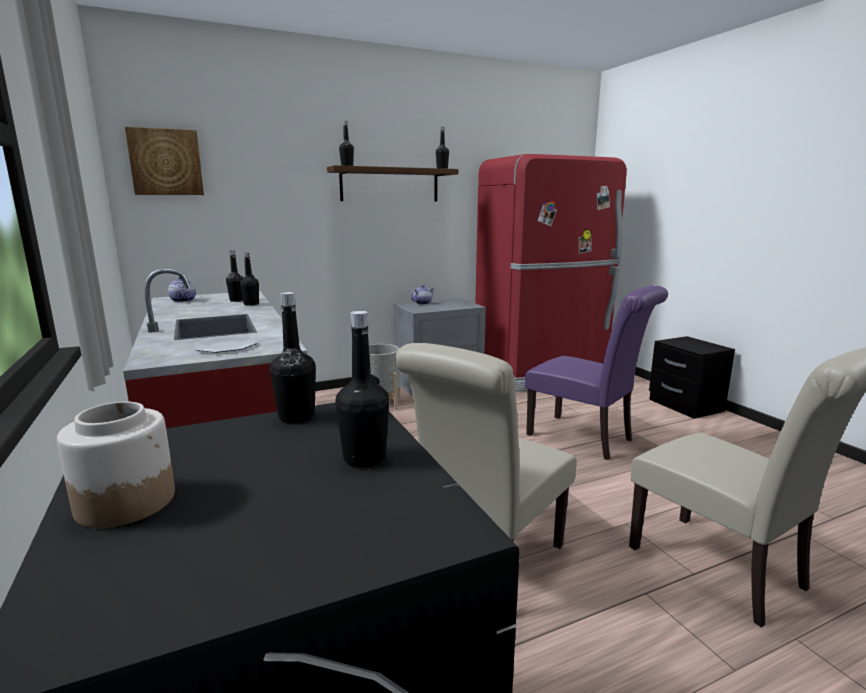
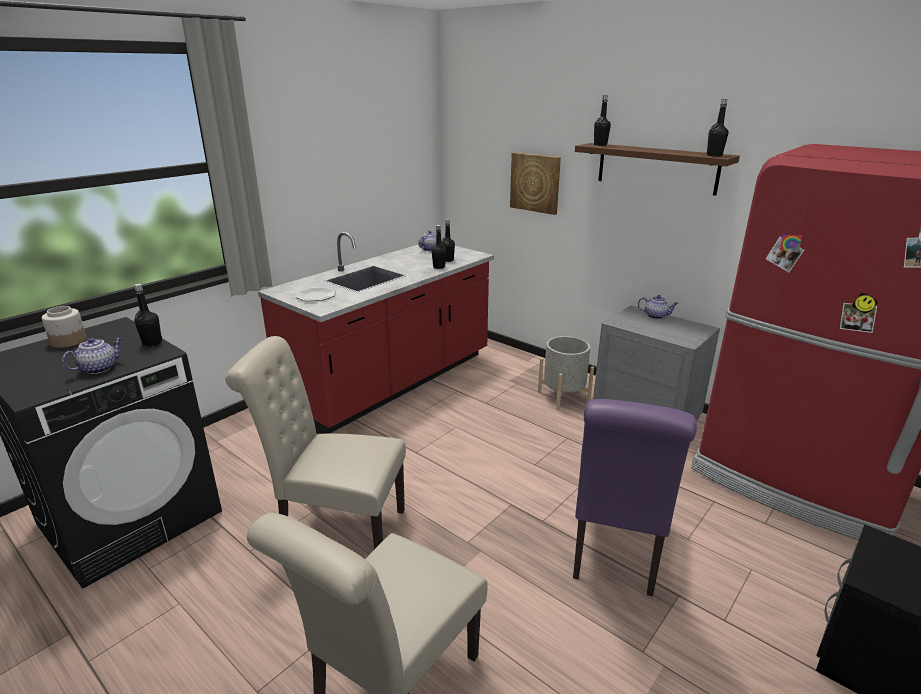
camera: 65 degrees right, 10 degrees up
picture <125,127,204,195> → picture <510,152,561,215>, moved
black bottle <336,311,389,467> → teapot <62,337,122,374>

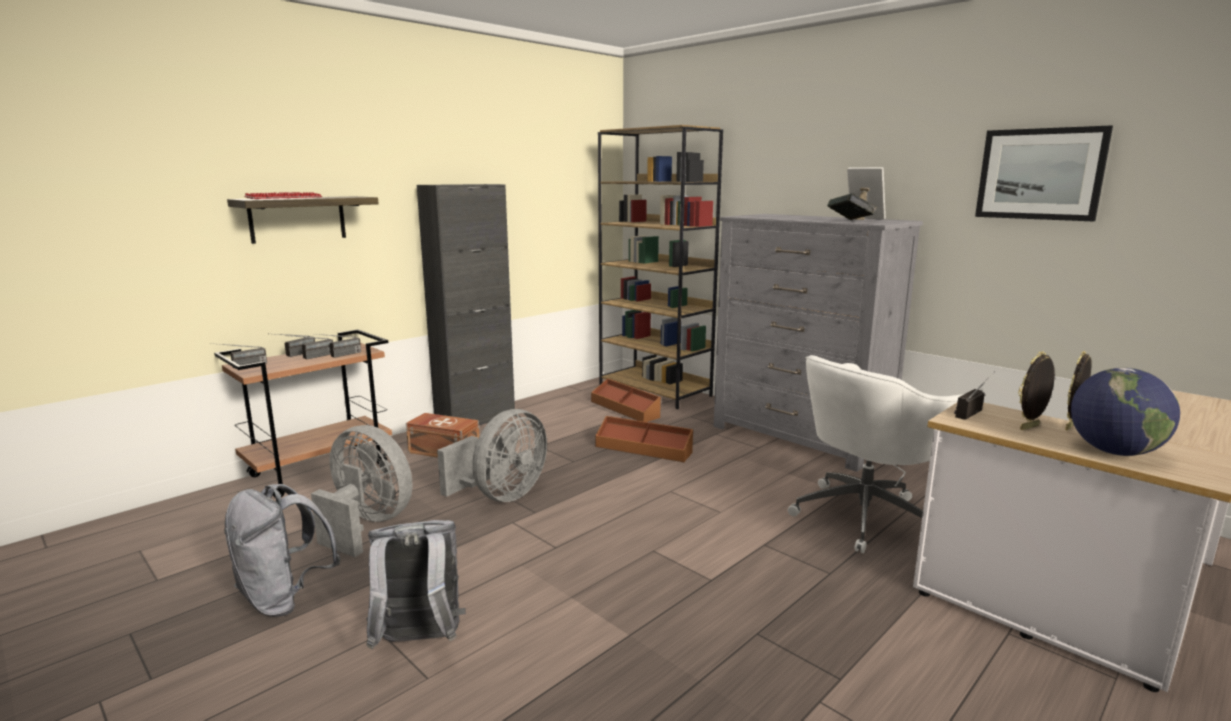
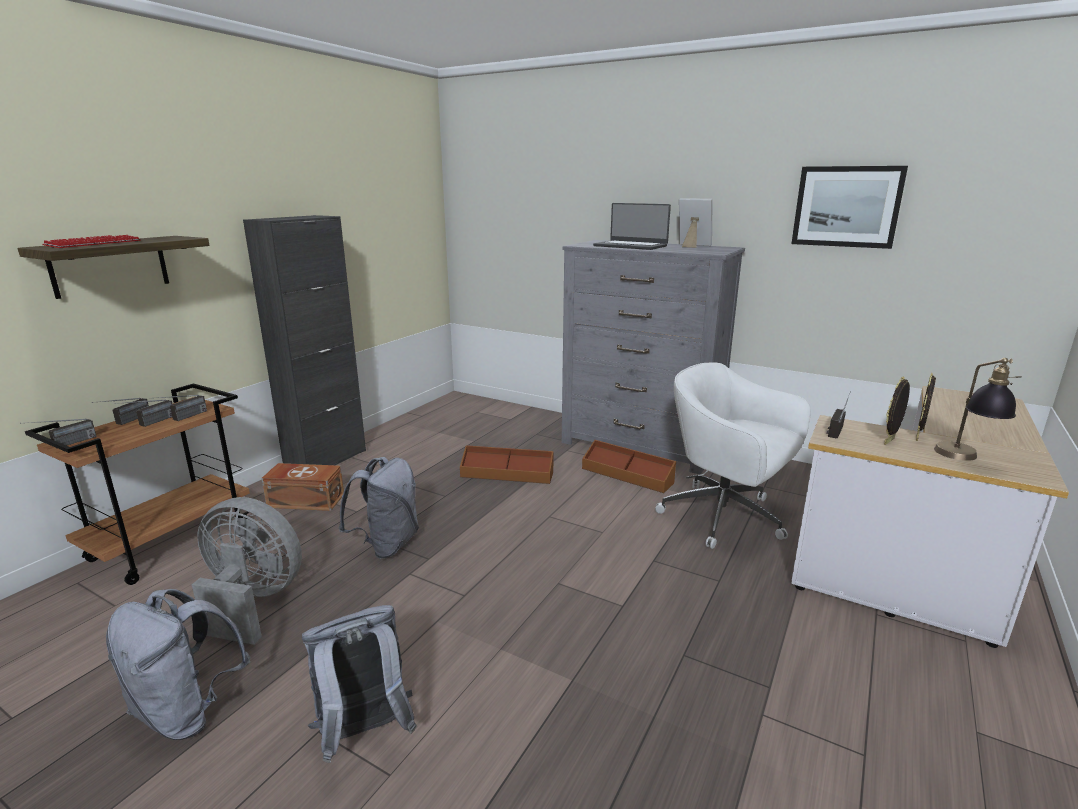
camera: 15 degrees left, 5 degrees up
brown bookcase <598,125,723,409> → -
book <827,193,877,220> → -
white office chair <788,355,964,553> → white office chair <655,362,811,549>, 90 degrees clockwise
globe <1071,368,1180,456> → table lamp <934,358,1022,461>
brown storage box <591,378,661,422> → brown storage box <582,440,676,493>, moved
grey fan <437,409,547,502> → grey backpack <339,457,419,559>
- → laptop <593,203,671,250>

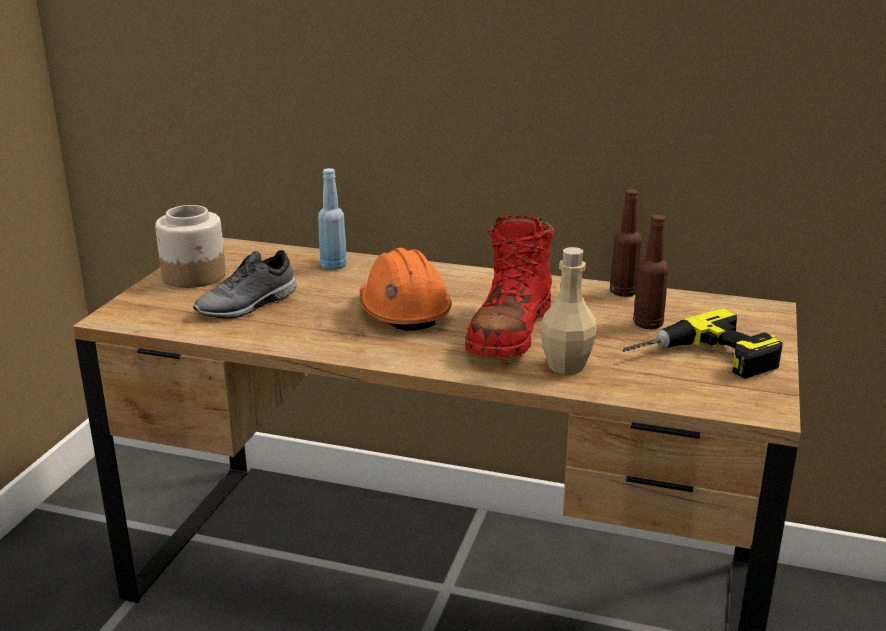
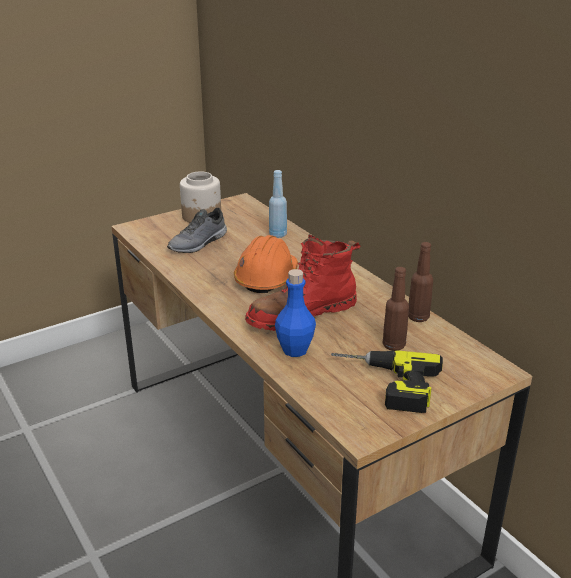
camera: 40 degrees right, 5 degrees up
beige bottle <540,247,597,375> → blue bottle <275,269,316,357>
grey shoe <193,250,297,318> → grey shoe <167,208,227,253>, 45 degrees counterclockwise

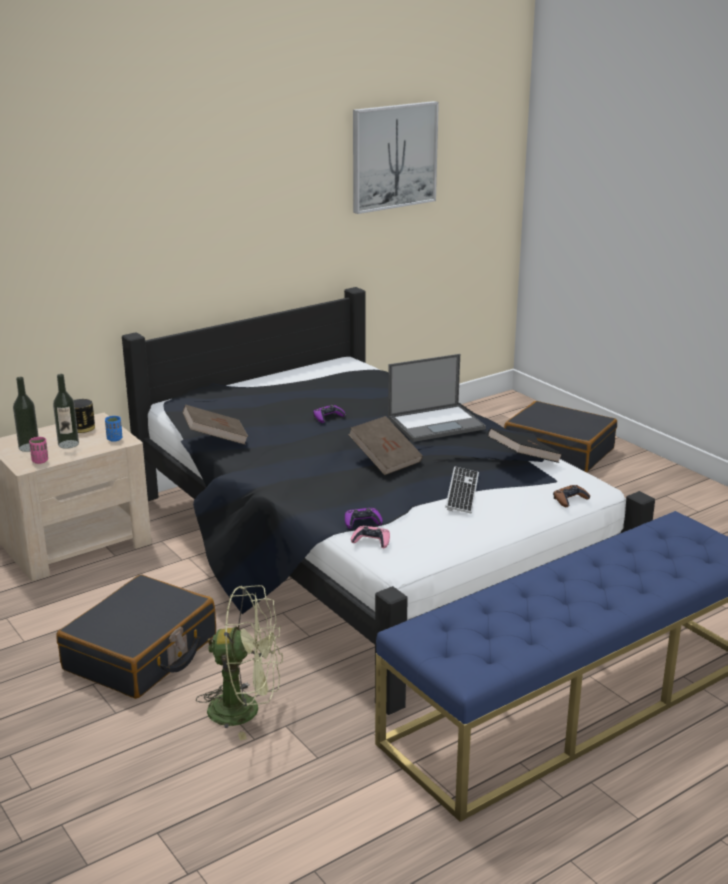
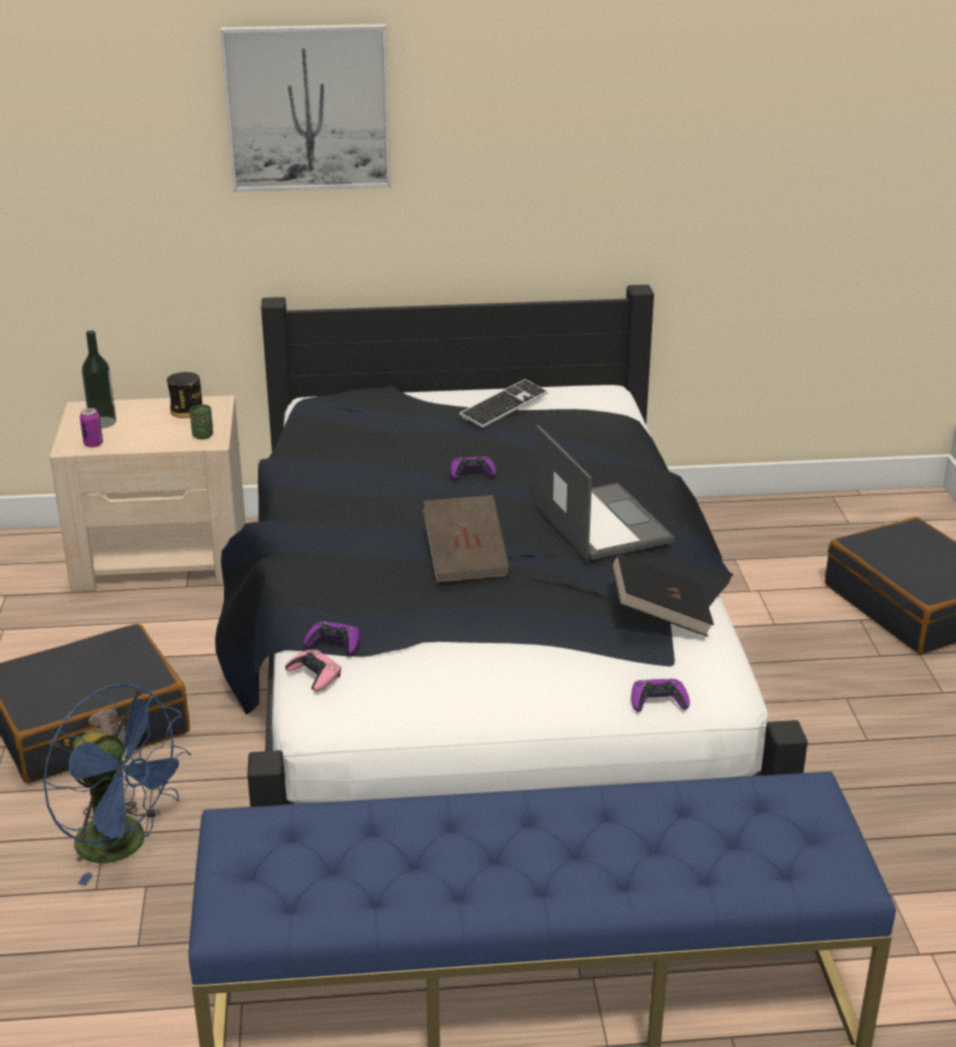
camera: 30 degrees right, 5 degrees up
picture <353,101,439,214> → picture <220,24,391,192>, moved
laptop <388,354,486,442> → laptop <535,425,674,561>, 120 degrees counterclockwise
bottle <53,374,79,449> → -
brown book <182,405,249,445> → -
blue cup <105,416,122,442> → green cup <190,404,213,439>
pink cup <29,437,48,464> → can <80,408,103,447>
keyboard <445,466,479,513> → keyboard <459,379,548,428>, moved
brown game controller <553,485,590,507> → purple game controller <631,679,690,712>
green fan <196,585,283,740> → blue fan <43,683,191,885>

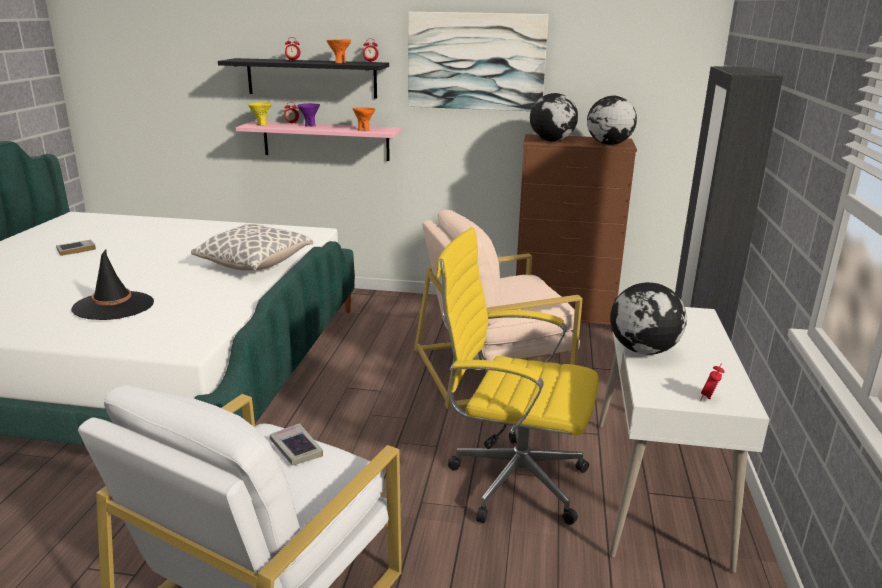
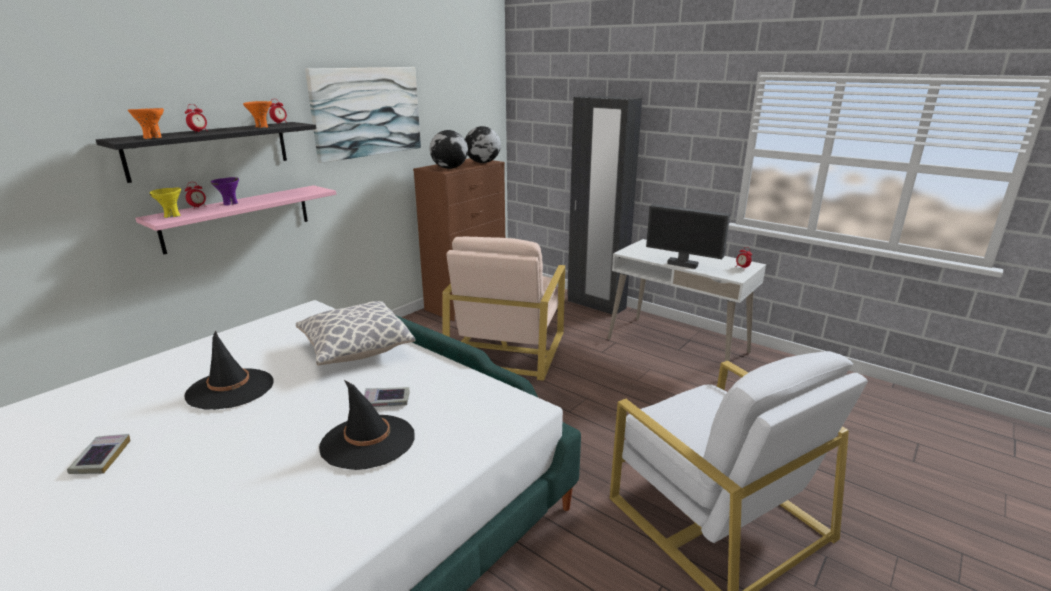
camera: 60 degrees left, 0 degrees up
orange bowl <352,108,375,131> → orange bowl <128,108,164,139>, moved
yellow office chair <436,227,599,525> → -
globe <610,282,687,354> → monitor <646,204,730,269>
book <270,423,323,465> → book <364,387,410,407>, moved
- → black hat <185,330,274,410>

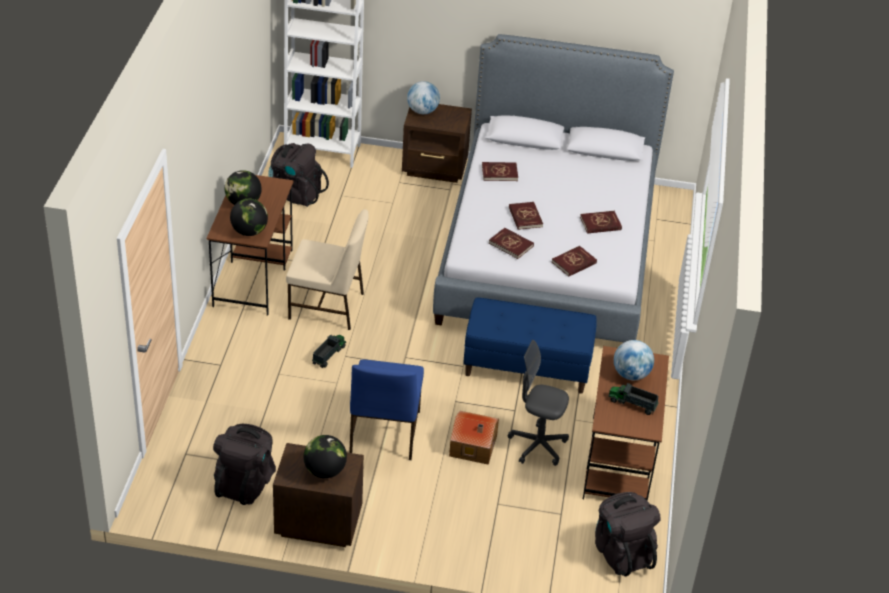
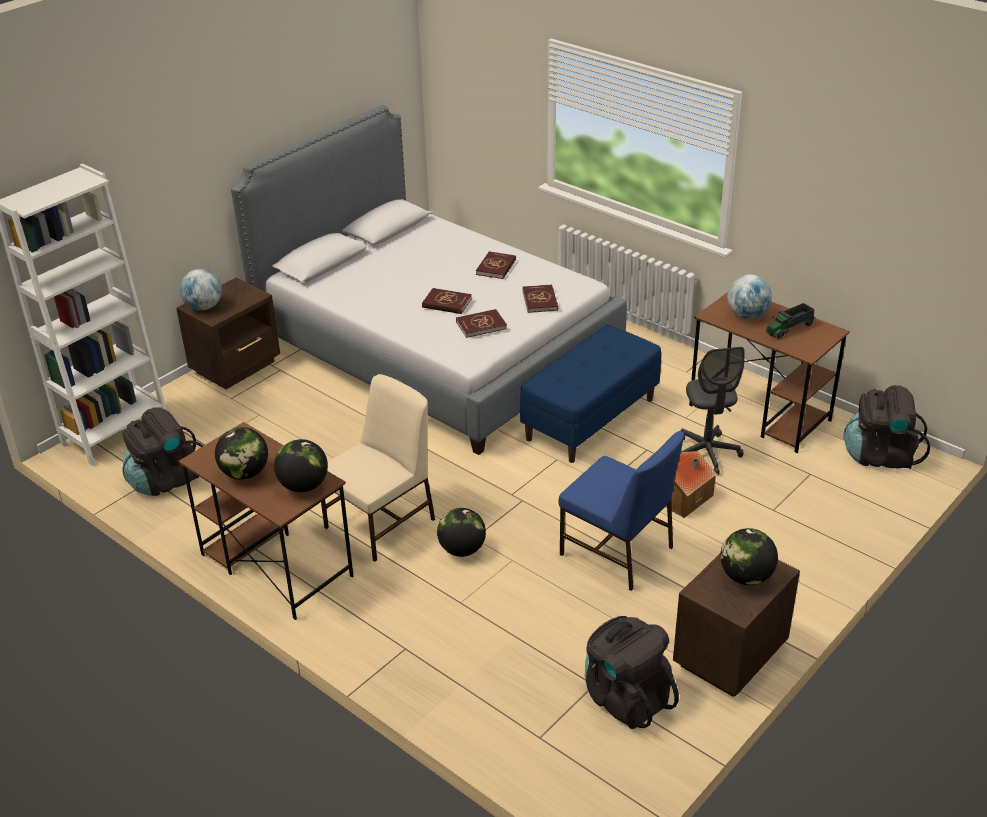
camera: 55 degrees left, 5 degrees down
red book <482,162,518,181> → -
toy truck <312,334,346,368> → globe <437,508,486,557>
grey office chair <508,340,569,466> → grey office chair <681,347,745,475>, 60 degrees counterclockwise

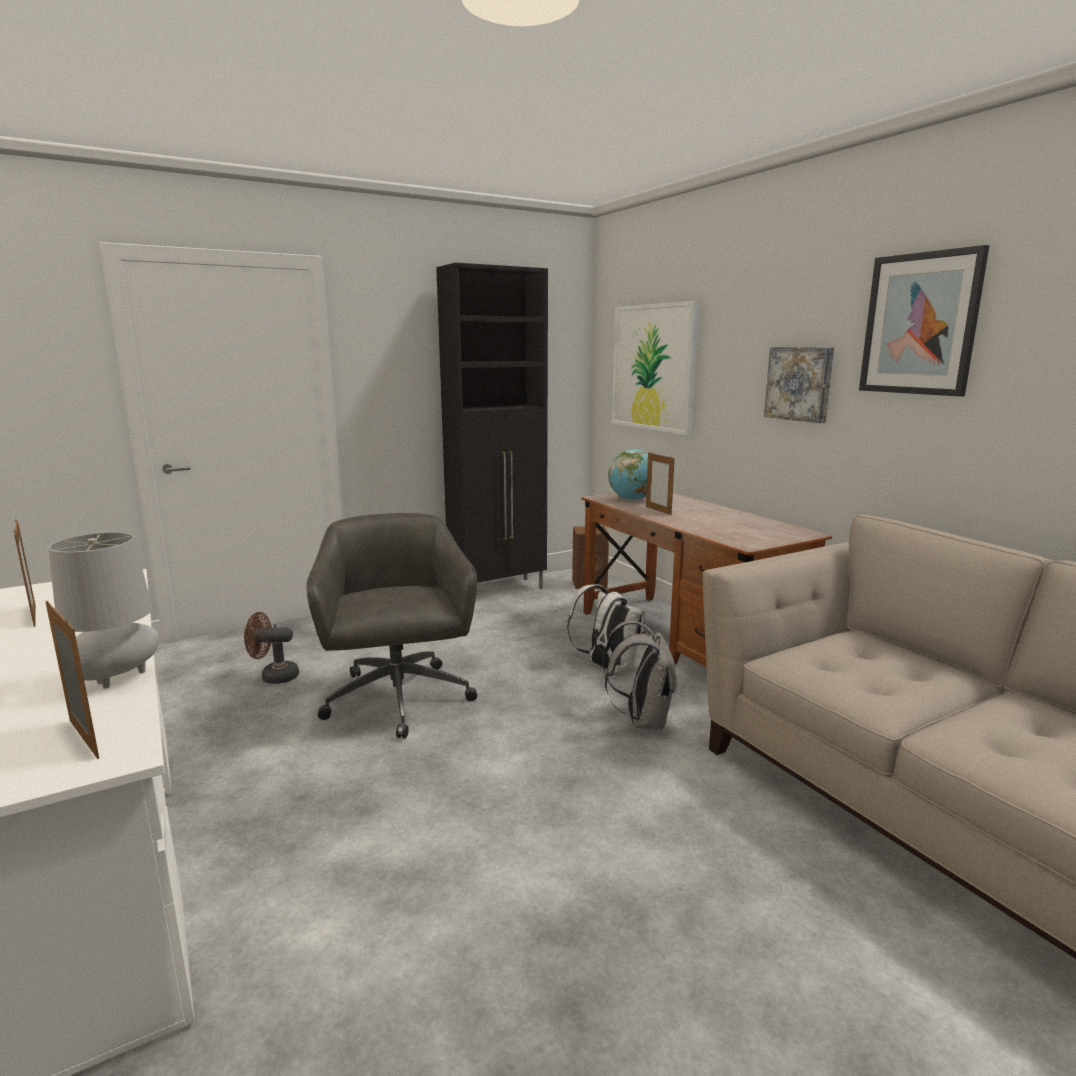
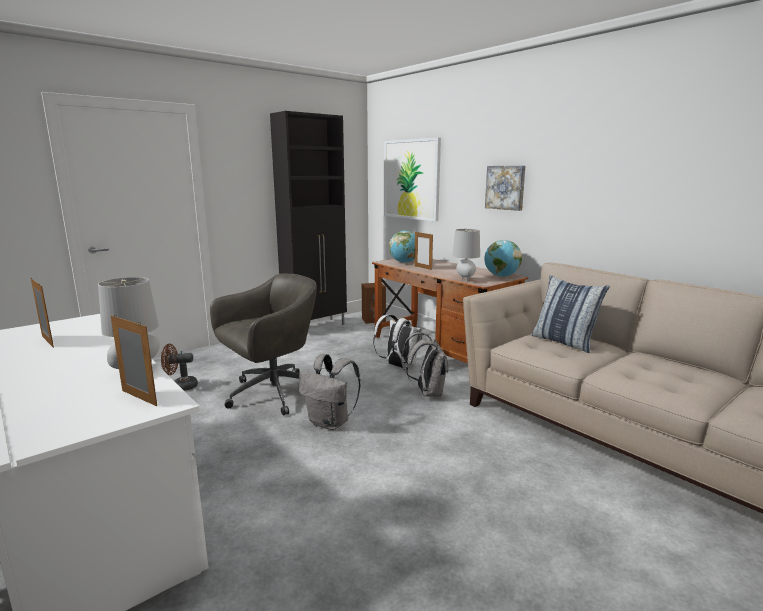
camera: 10 degrees left, 0 degrees up
picture <859,245,989,397> → -
grey office chair <306,513,477,739> → grey office chair <210,274,317,416>, 75 degrees clockwise
- → grey table lamp <452,229,480,282>
- → globe <484,240,522,277>
- → pillow <532,275,610,353>
- → grey backpack <299,354,360,430>

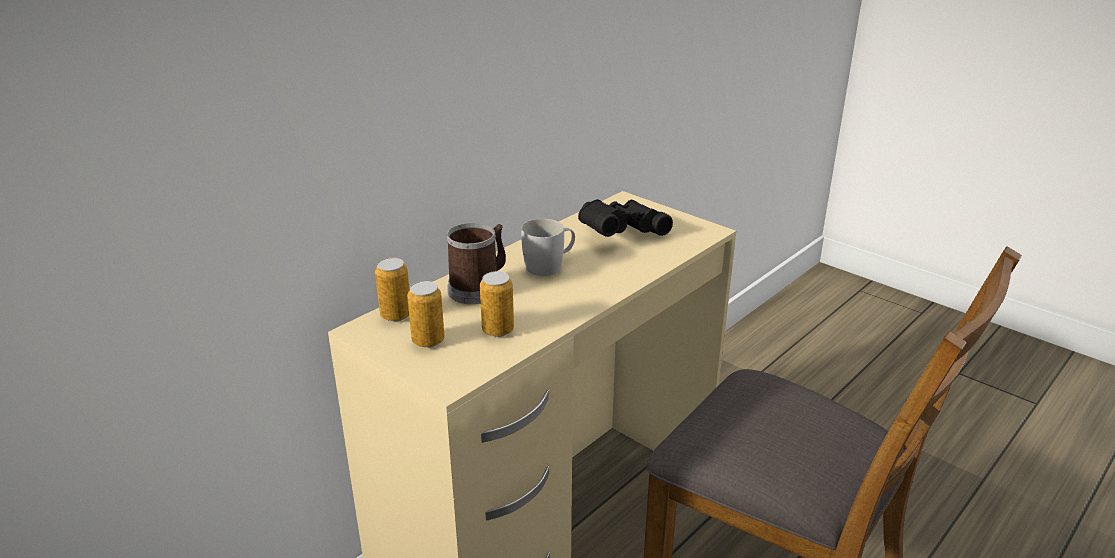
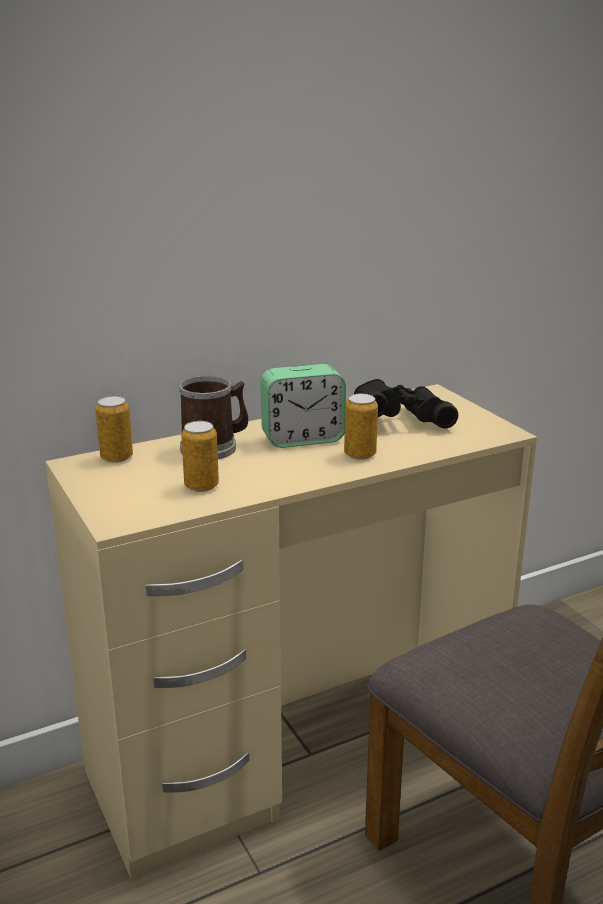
camera: 20 degrees right, 5 degrees down
white mug <521,219,575,276> → alarm clock <260,364,346,448>
can <407,281,445,348> → can <344,394,378,460>, moved

